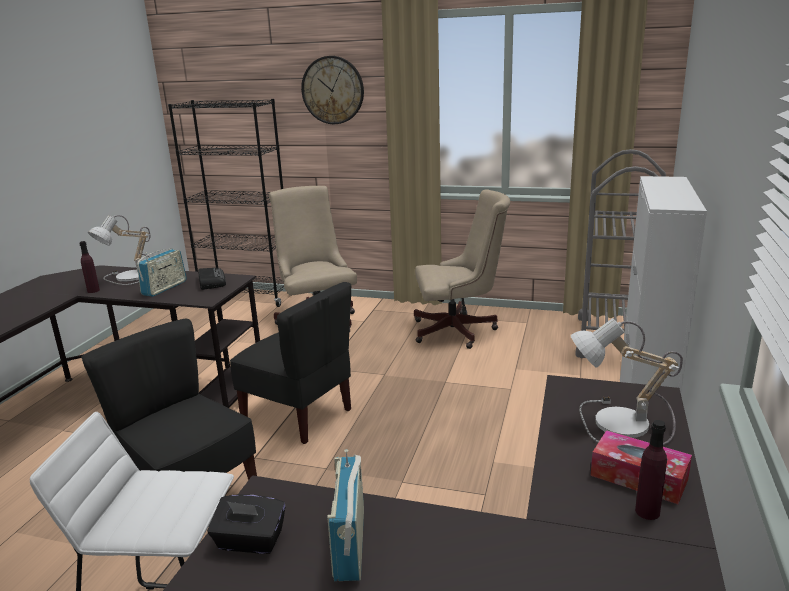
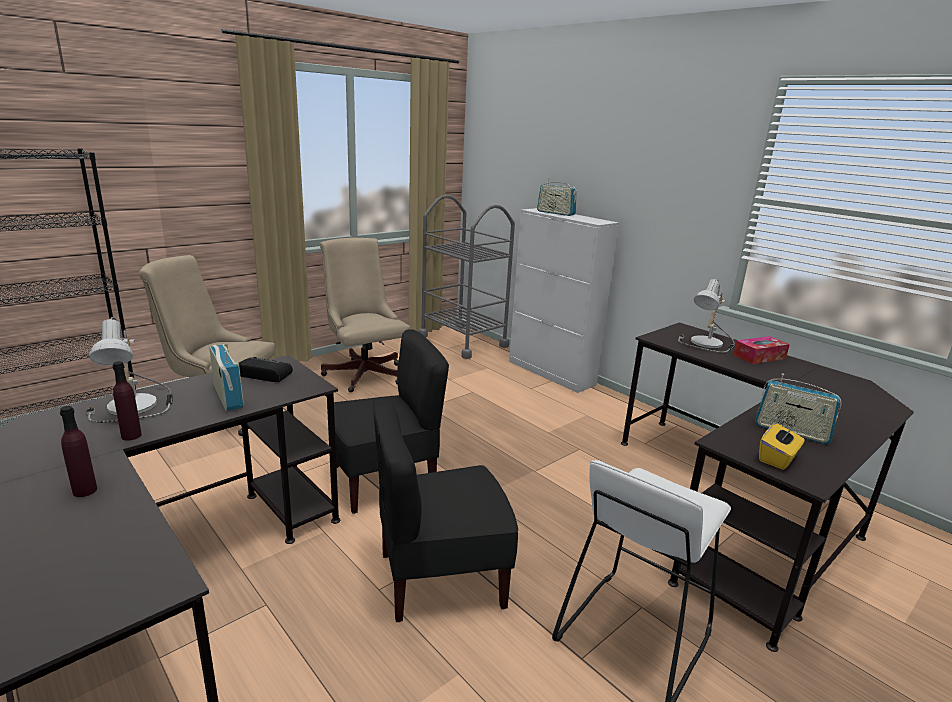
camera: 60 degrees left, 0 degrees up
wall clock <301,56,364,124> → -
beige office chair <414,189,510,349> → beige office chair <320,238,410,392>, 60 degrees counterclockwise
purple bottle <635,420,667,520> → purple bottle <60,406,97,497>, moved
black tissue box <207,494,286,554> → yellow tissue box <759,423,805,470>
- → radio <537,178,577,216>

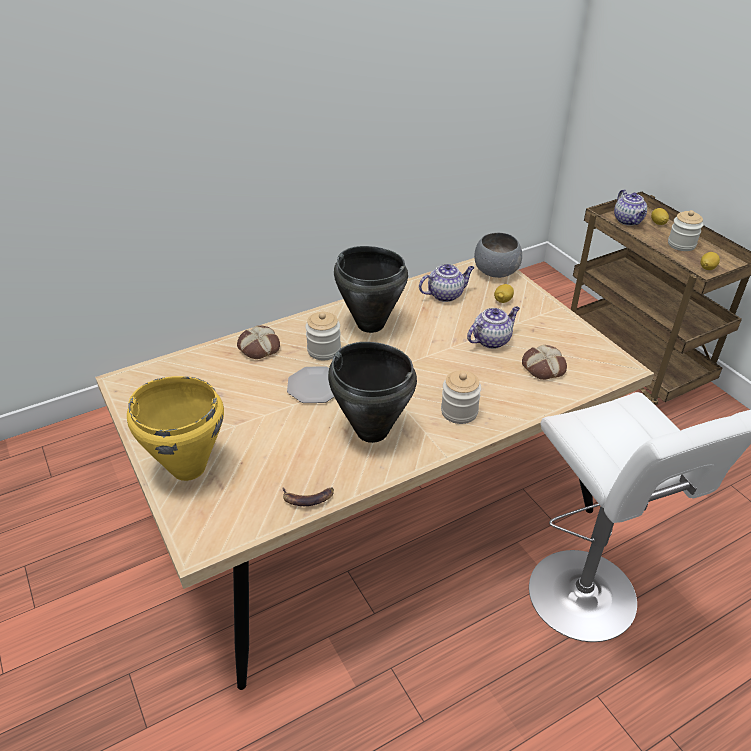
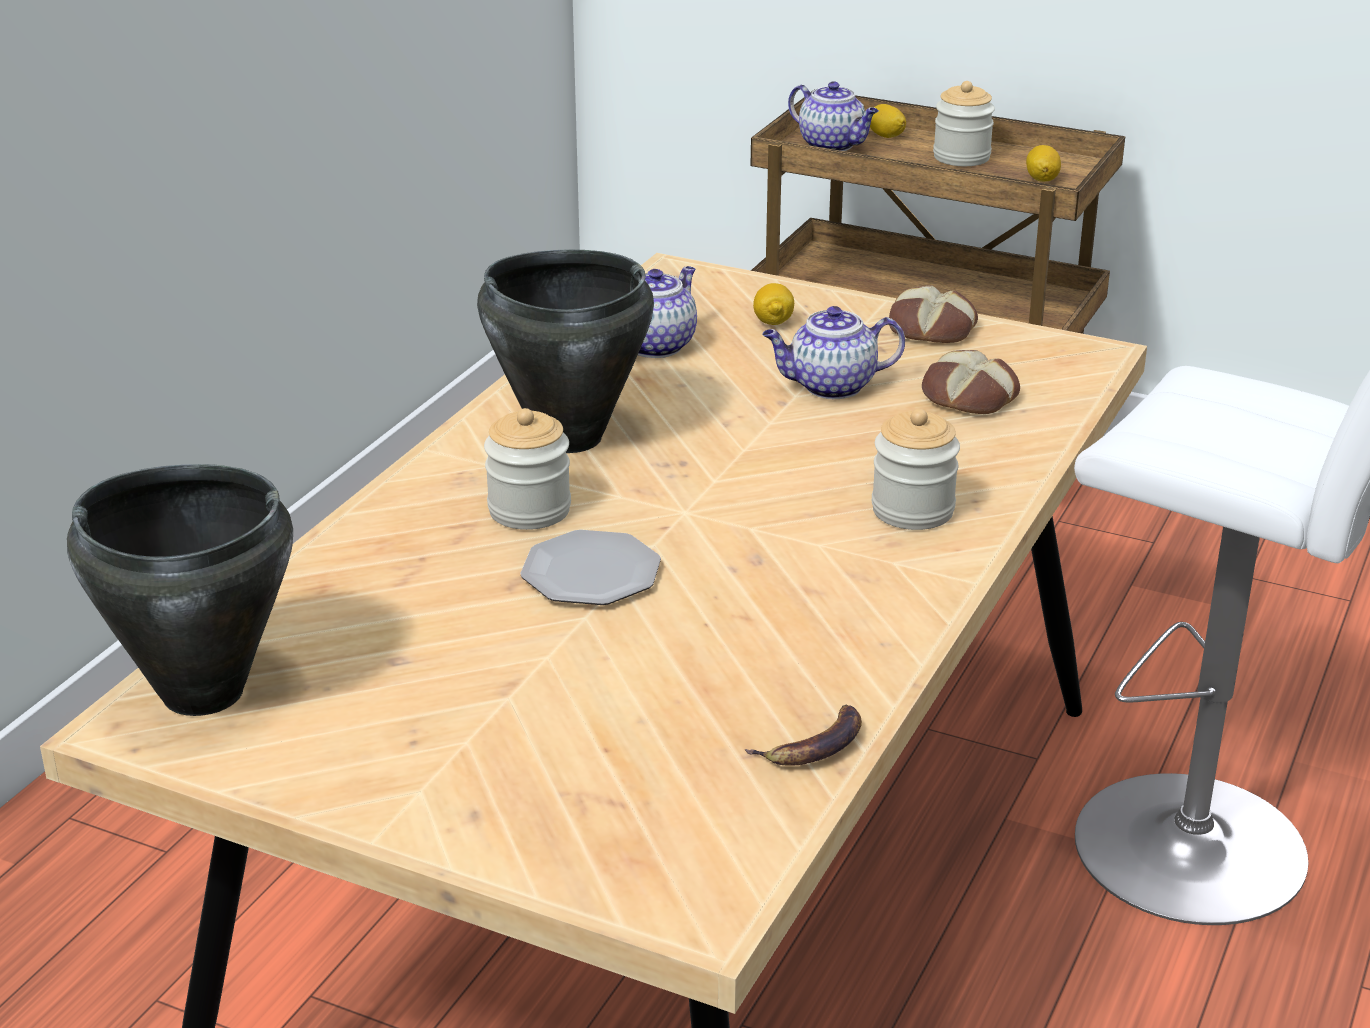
camera: 35 degrees left, 10 degrees down
grey bowl <474,232,522,278> → -
teapot <467,306,520,349> → teapot <762,306,905,399>, 120 degrees counterclockwise
bread <237,325,280,359> → bread <889,285,978,343>, moved
black cooking pot <328,342,417,443> → black cooking pot <67,464,293,716>, moved
yellow cooking pot <127,376,224,481> → -

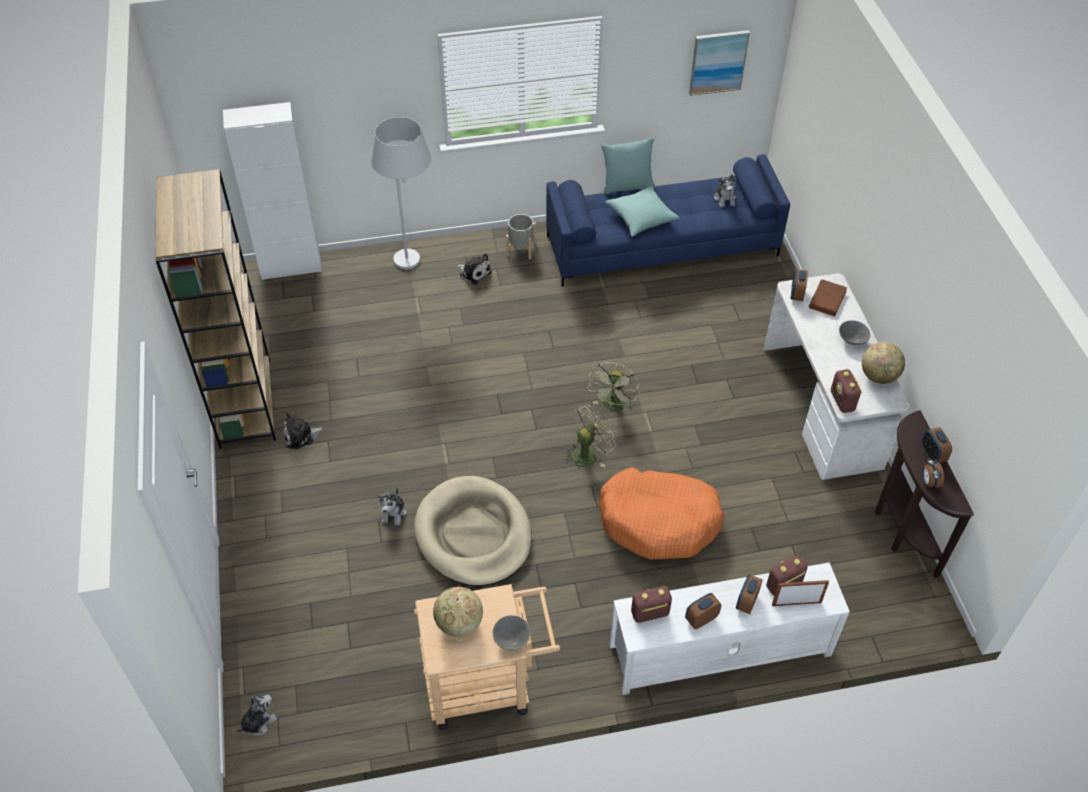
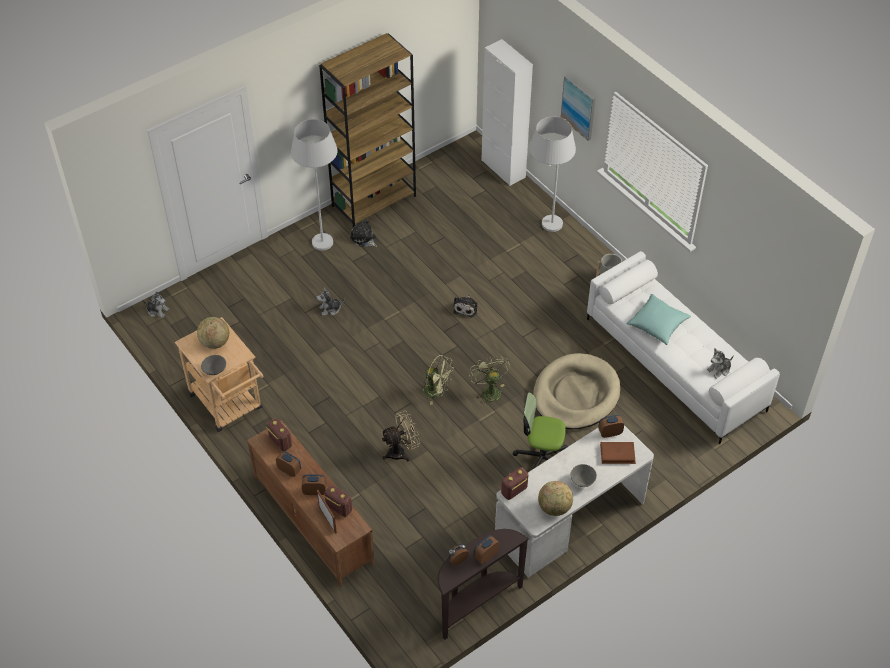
camera: 65 degrees right, 0 degrees up
picture <689,30,750,96> → picture <561,75,595,141>, moved
turquoise pillow <601,138,655,195> → -
blue sofa <546,154,790,287> → white sofa <587,251,780,444>
plush toy <457,253,492,285> → plush toy <453,295,478,317>, moved
green fan <587,362,640,411> → green fan <469,355,510,407>, 75 degrees clockwise
orange dog bed <599,467,725,559> → beige fan <381,411,420,461>
beige dog bed <414,476,532,586> → beige dog bed <533,353,621,430>, moved
white tv stand <609,562,850,695> → brown tv stand <247,420,375,587>
- → white floor lamp <291,119,338,251>
- → office chair <513,392,568,470>

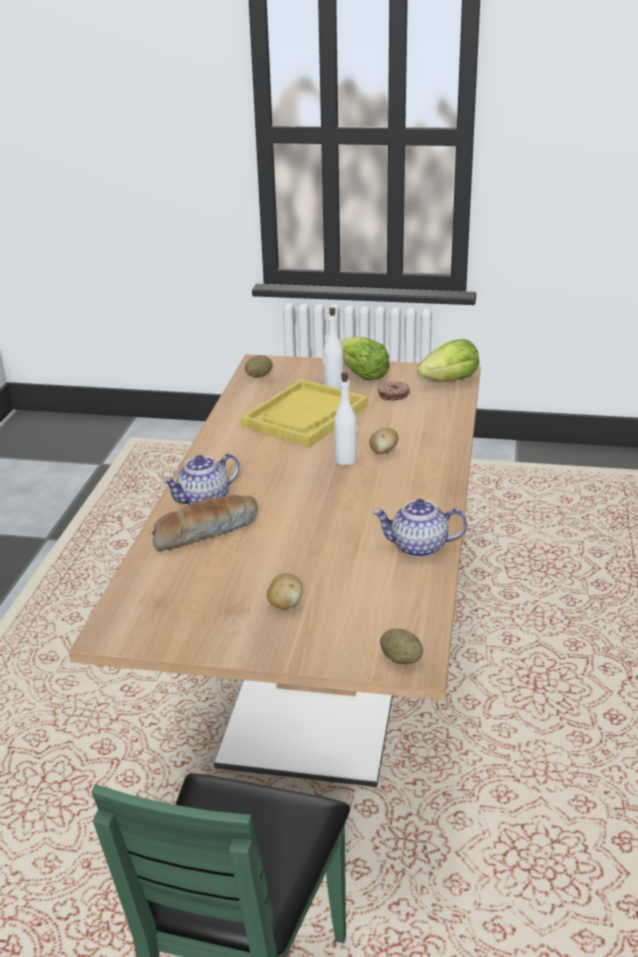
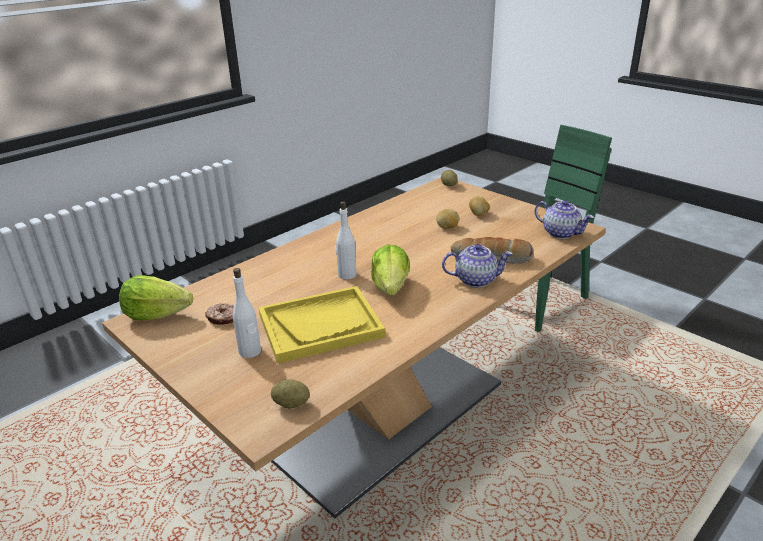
camera: 145 degrees left, 0 degrees up
lettuce <340,337,390,380> → lettuce <371,244,410,295>, moved
potato <369,428,398,454> → potato <436,209,459,229>, moved
teapot <373,499,467,558> → teapot <535,200,594,239>, moved

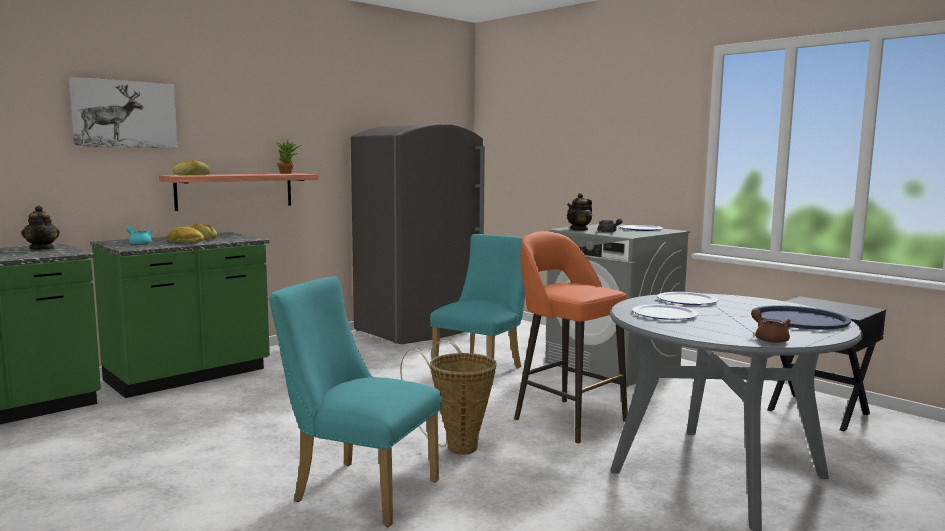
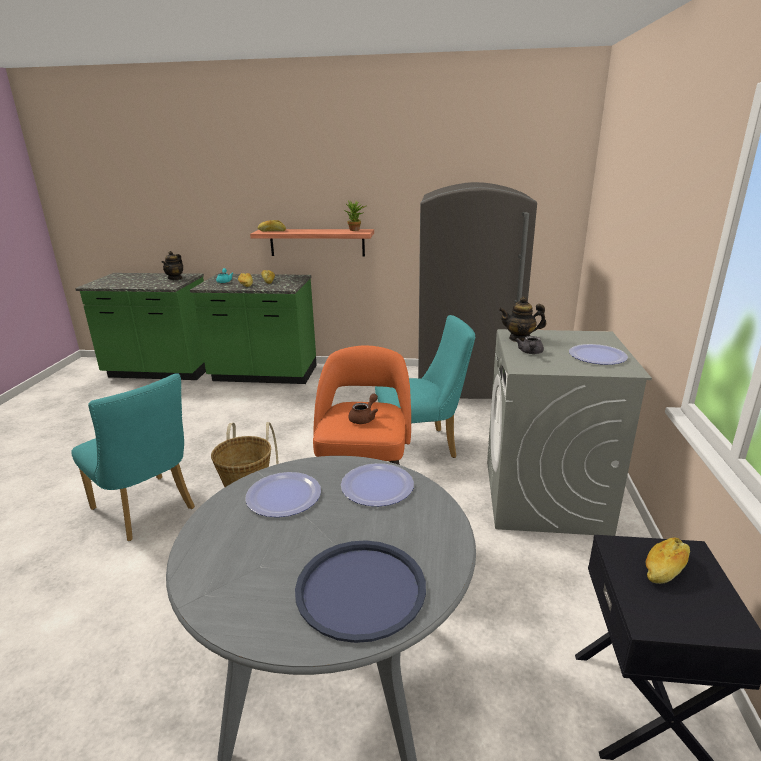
camera: 50 degrees right, 15 degrees up
picture <69,77,177,148> → -
turquoise chair <268,277,442,527> → turquoise chair <71,373,195,541>, 150 degrees clockwise
brown teapot <751,309,791,343> → brown teapot <348,394,378,424>, moved
- → bread <646,537,690,584>

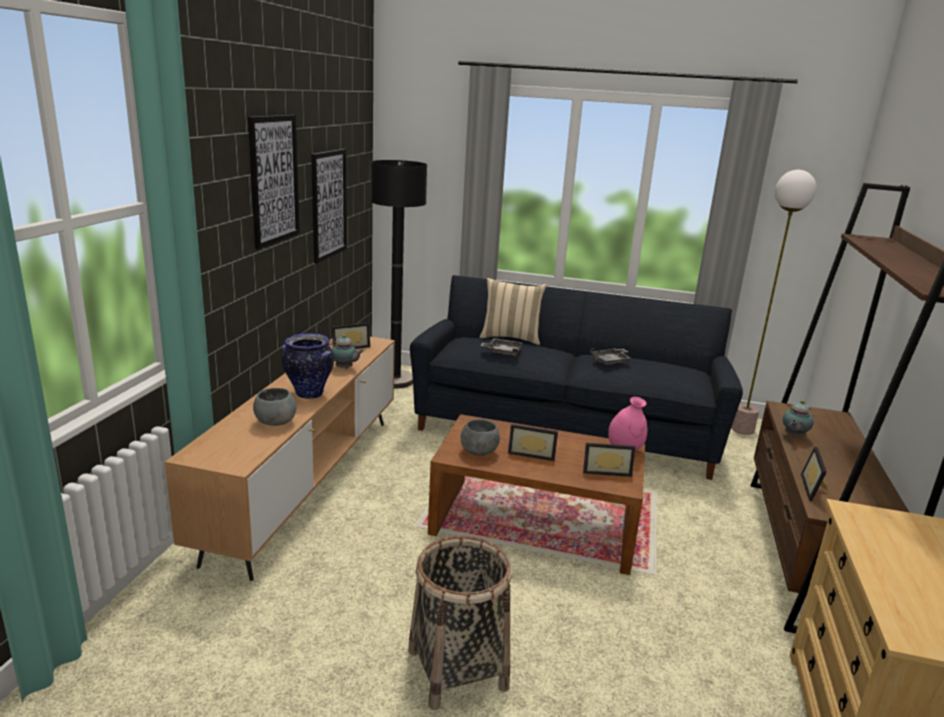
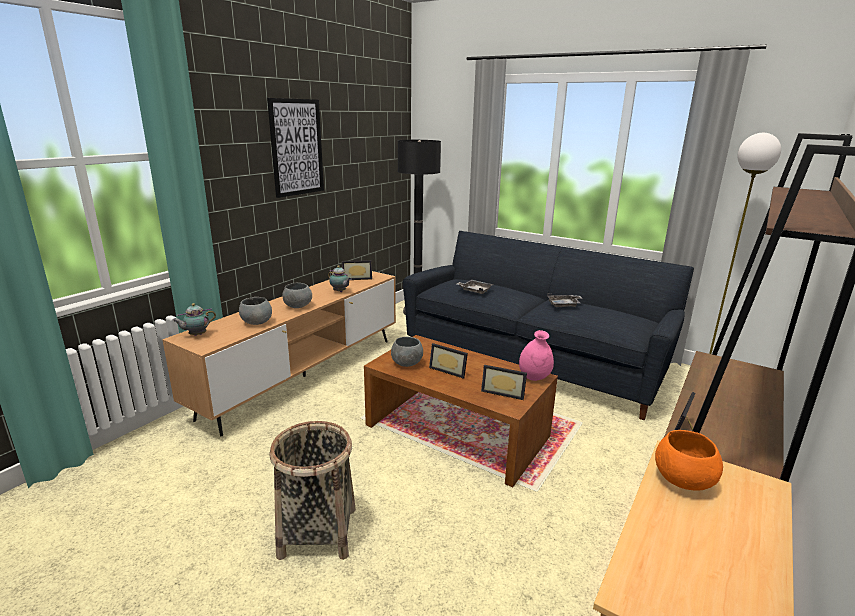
camera: 20 degrees right, 0 degrees up
picture <311,149,347,264> → -
beige pillow <480,278,547,345> → -
vase <282,333,334,399> → grey bowl <282,283,312,308>
teapot <783,400,814,438> → teapot <172,303,216,336>, moved
- → orange bowl <655,430,723,491>

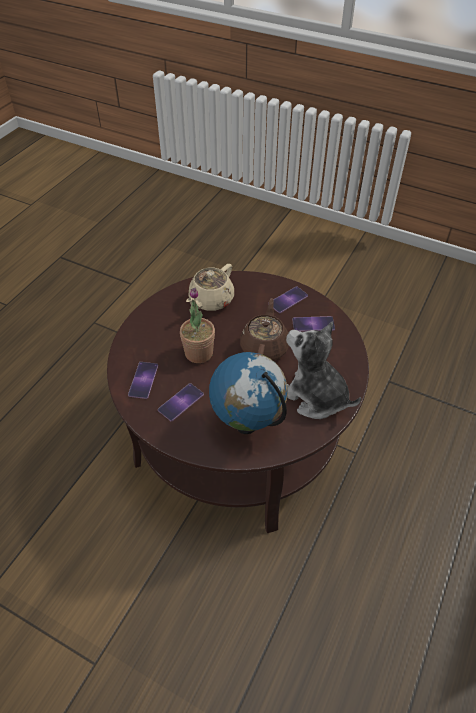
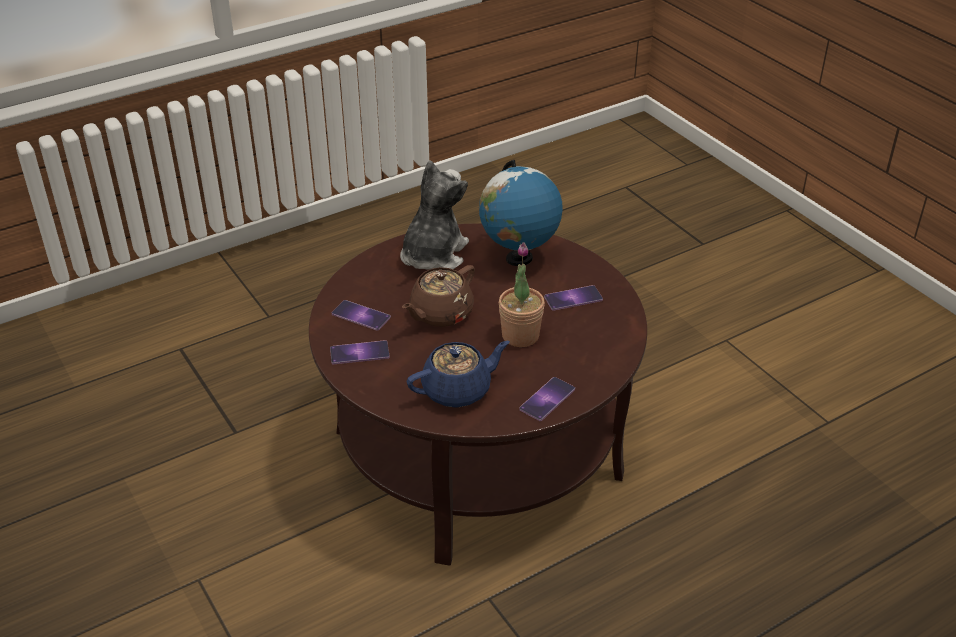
camera: 150 degrees left, 10 degrees down
beige teapot <186,264,234,311> → blue teapot <407,341,510,408>
plush toy <286,321,361,419> → plush toy <400,160,469,270>, 135 degrees counterclockwise
phone <128,362,158,399> → phone <519,377,575,421>, moved

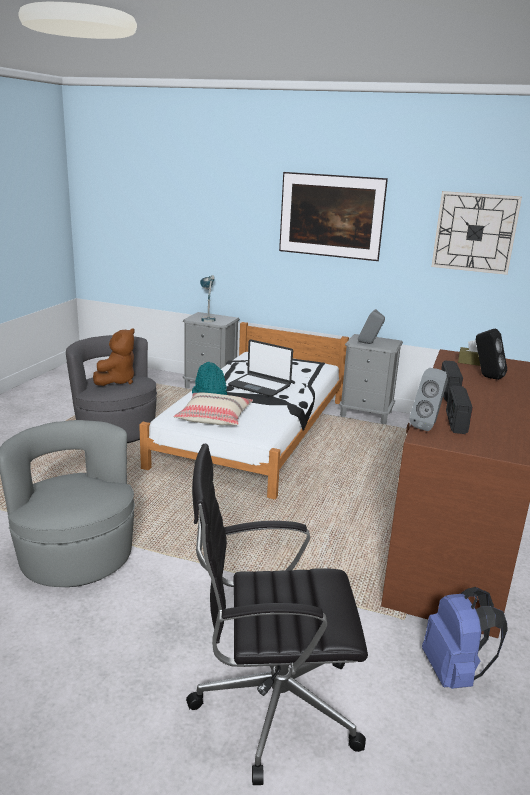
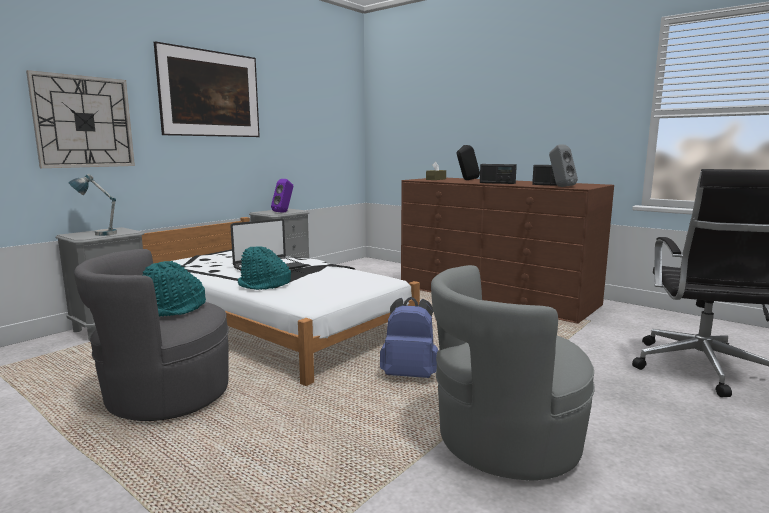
camera: 70 degrees left, 10 degrees down
wall clock <431,191,522,275> → wall clock <26,70,135,168>, moved
grey speaker <358,309,385,344> → purple speaker <271,179,293,213>
brown plush toy <93,328,135,386> → turquoise hat <143,261,206,317>
beige pillow <174,393,253,425> → -
blue backpack <422,587,507,689> → blue backpack <380,297,438,378>, moved

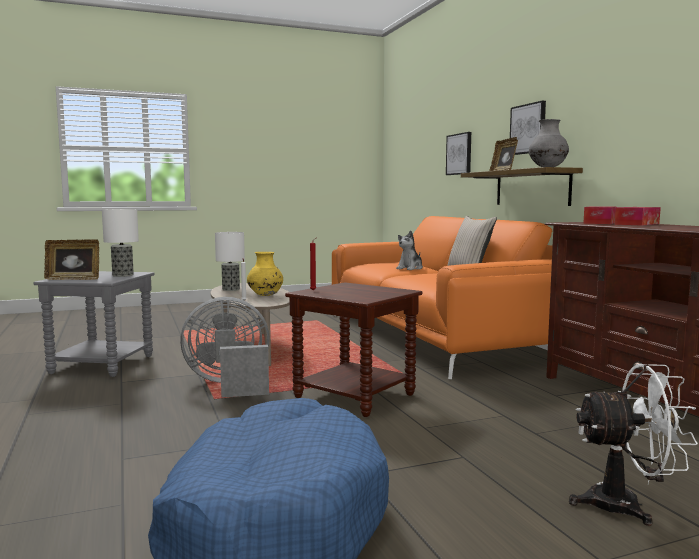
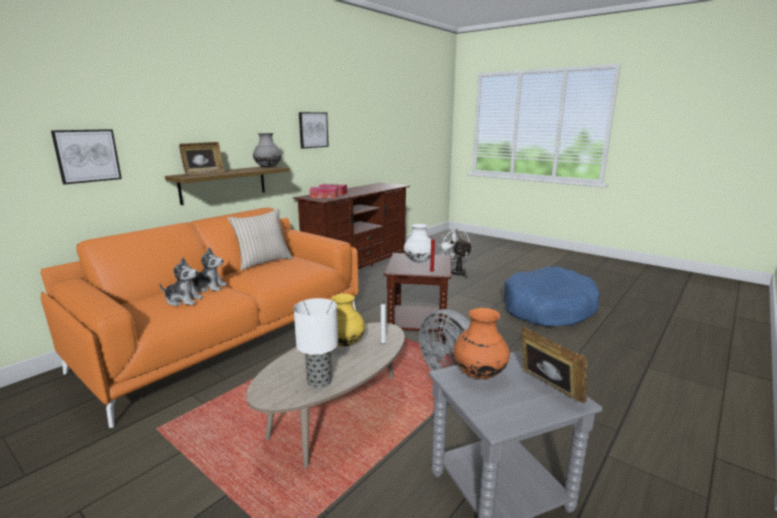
camera: 120 degrees left, 10 degrees up
picture <510,101,546,155> → picture <299,112,329,148>, moved
table lamp <102,209,139,277> → orange vase <453,308,510,379>
- → white vase <404,224,431,262>
- → plush toy <159,258,203,306>

